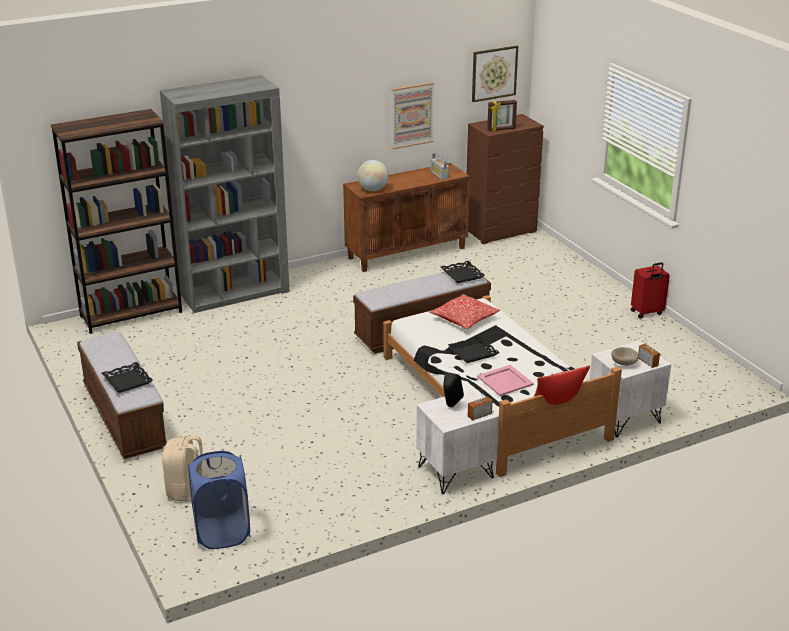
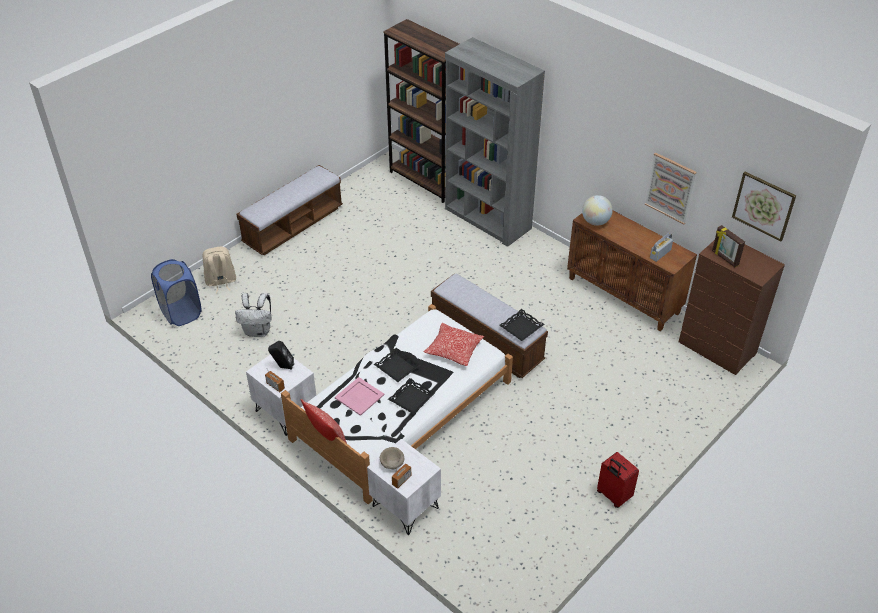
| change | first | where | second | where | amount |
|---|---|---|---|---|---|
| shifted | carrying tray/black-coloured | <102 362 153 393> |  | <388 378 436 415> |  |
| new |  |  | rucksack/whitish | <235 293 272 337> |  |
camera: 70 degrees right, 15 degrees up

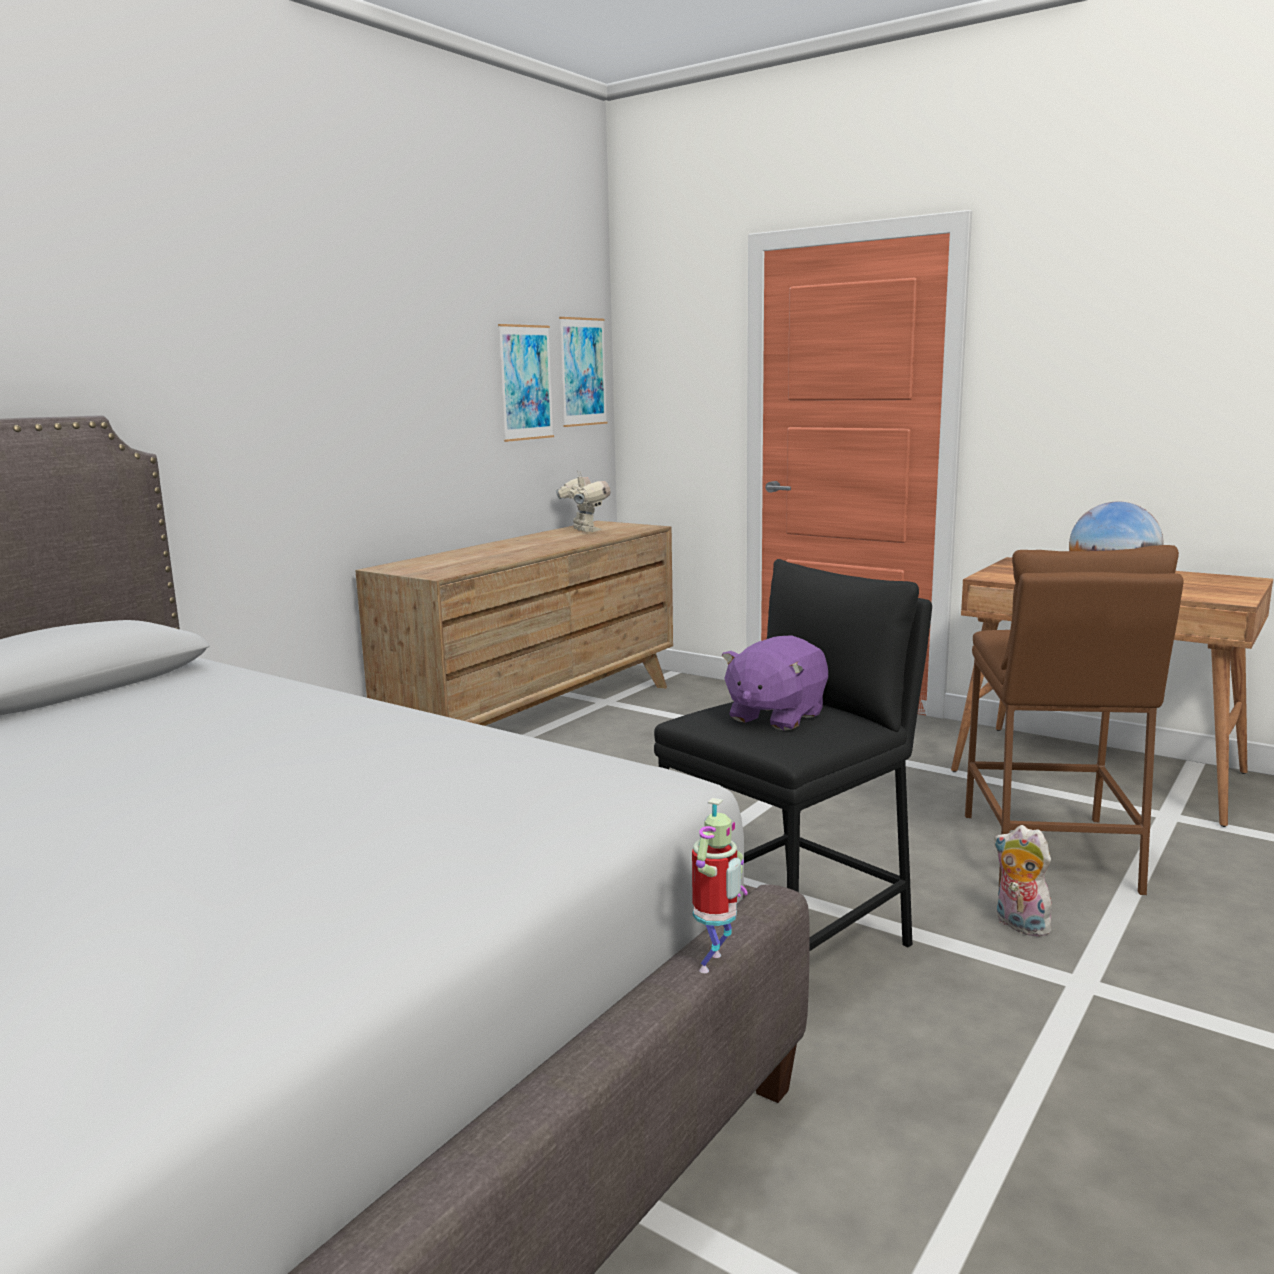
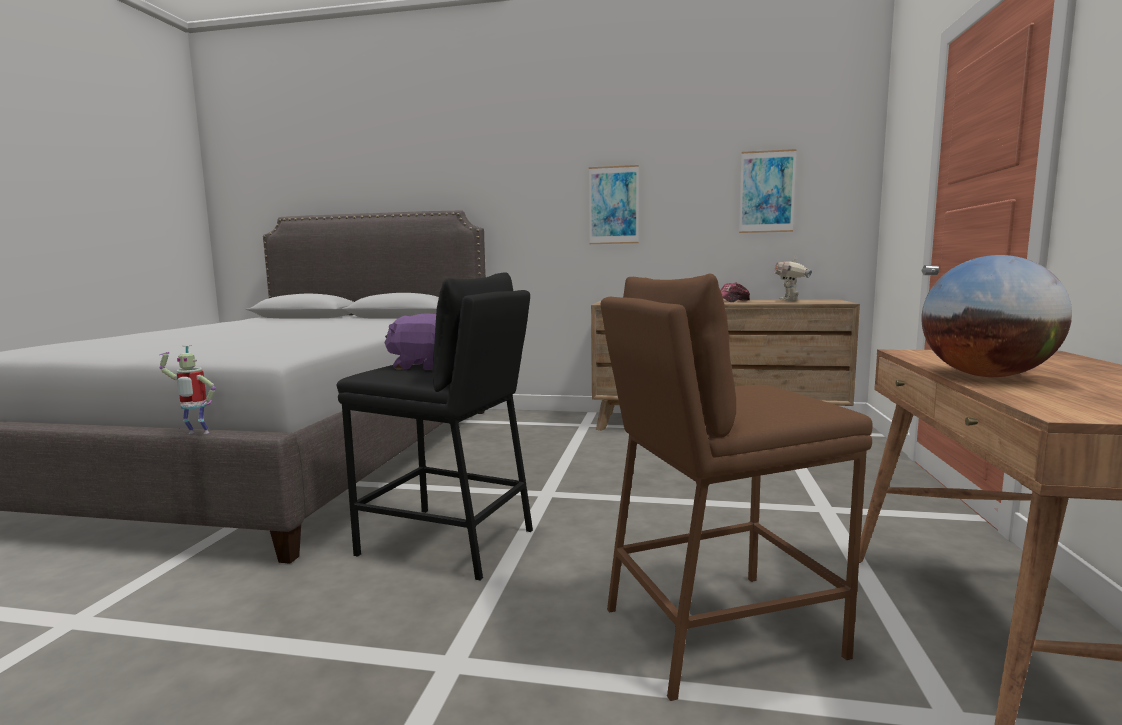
| change | first | where | second | where | amount |
|---|---|---|---|---|---|
| rotated | robot figure | <556 471 610 532> |  | <774 257 812 301> | 150 degrees clockwise |
| shifted | picture | <559 317 607 427> |  | <589 165 639 244> |  |
| gone | soft toy | <994 825 1054 937> |  |  |  |
| new |  |  | peaked cap | <721 282 750 302> |  |
camera: 65 degrees right, 5 degrees down

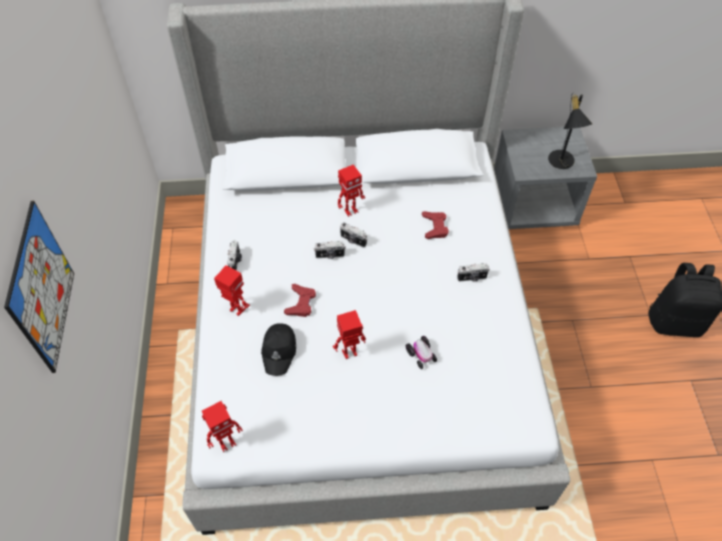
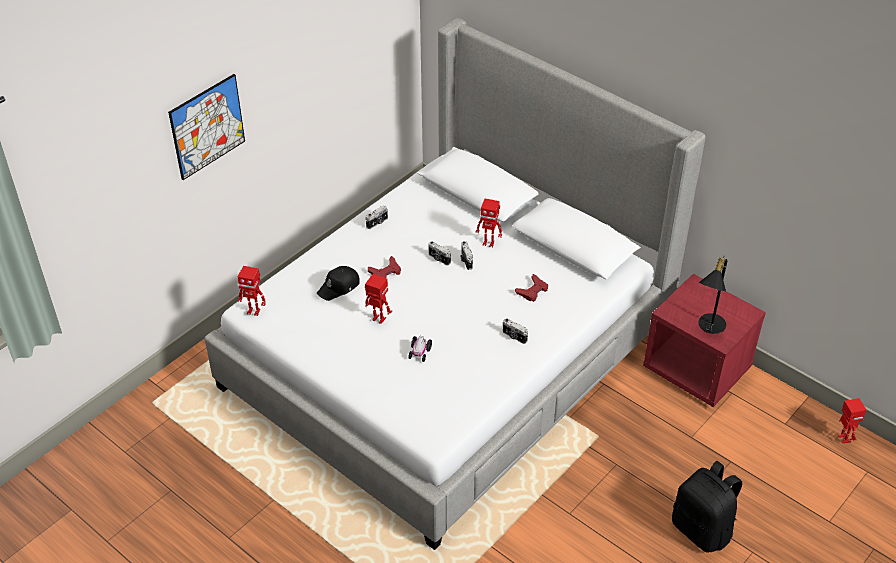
| change | first | where | second | where | amount |
|---|---|---|---|---|---|
| shifted | robot figure | <214 265 250 316> |  | <838 398 866 444> |  |
| repainted | bedside table/greyish | <494 127 597 229> | bedside table/red-coloured | <643 274 766 407> |  |
camera: 45 degrees right, 10 degrees down

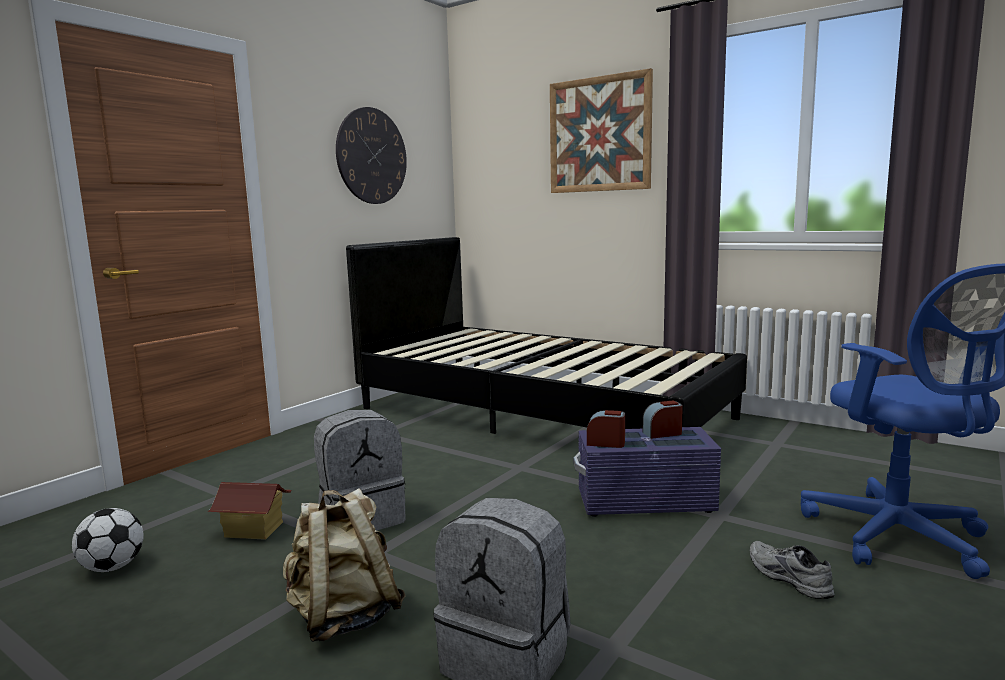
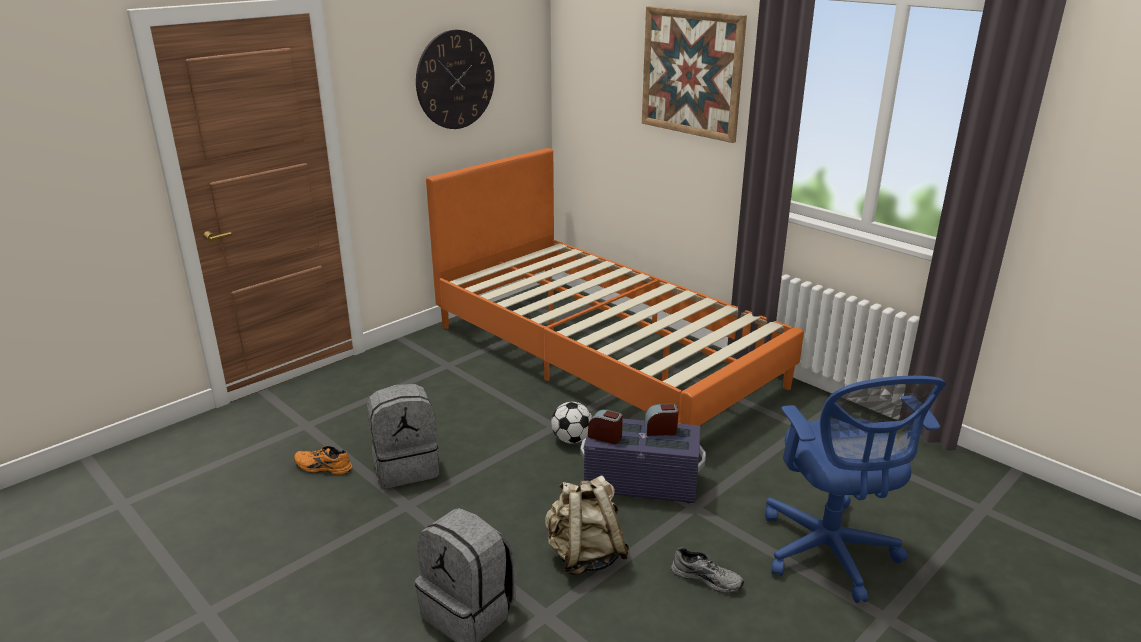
| change | first | where | second | where | amount |
|---|---|---|---|---|---|
| shifted | football ball | <72 508 144 572> |  | <551 402 592 444> |  |
| swapped | model house | <207 482 291 540> | item of footwear/orange | <294 446 353 475> |  |
| shifted | rucksack/beige | <283 489 406 642> |  | <545 475 630 575> |  |
| repainted | bedroom bed/black-coloured | <346 237 747 434> | bedroom bed/orange | <426 148 804 426> |  |
| rotated | item of footwear/greyish | <750 541 834 599> |  | <671 547 744 593> | 135 degrees clockwise |
camera: 10 degrees right, 15 degrees up

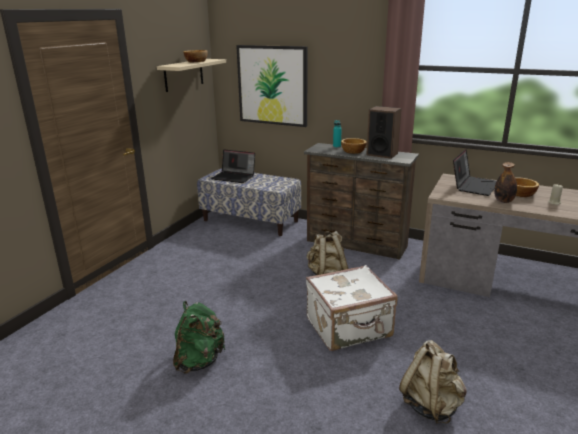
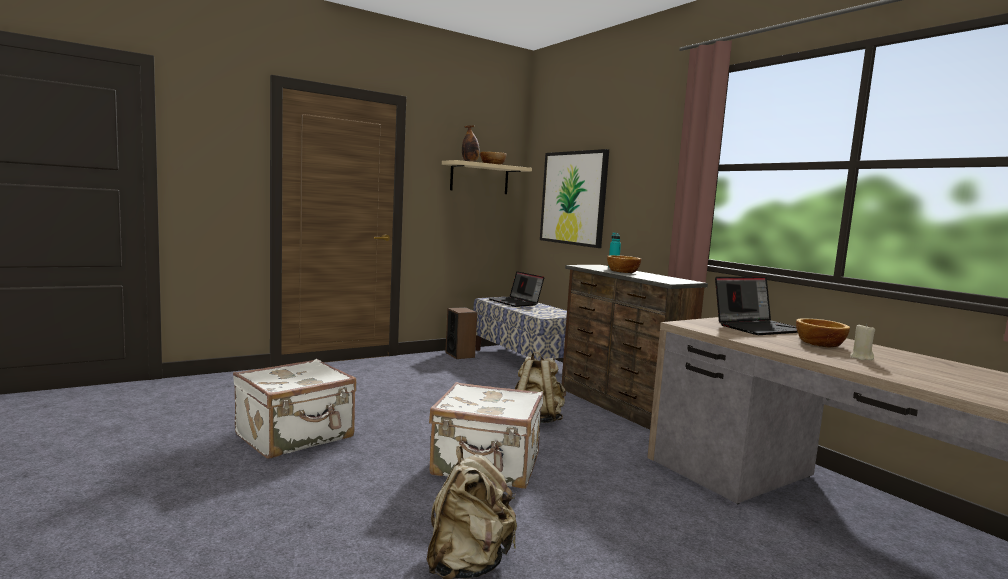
| change | first | where | second | where | amount |
|---|---|---|---|---|---|
| swapped | rucksack/greenish | <173 301 226 374> | piece of luggage/whitish | <233 359 356 459> |  |
| shifted | loudspeaker | <366 106 402 159> |  | <445 307 477 359> |  |
| shifted | drink bottle | <494 162 517 203> |  | <462 125 480 162> |  |
camera: 30 degrees right, 15 degrees down

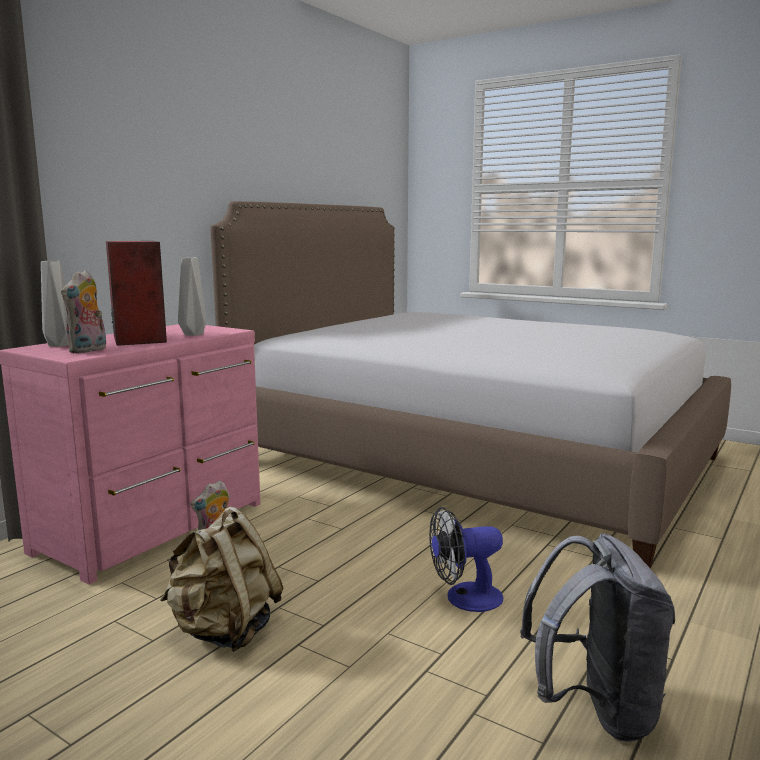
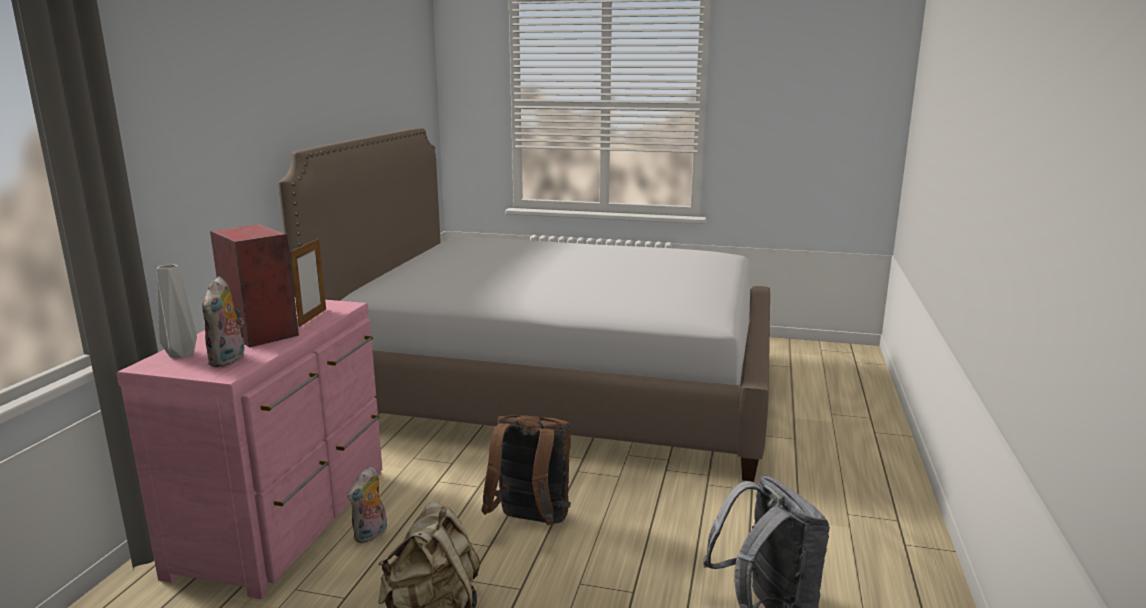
| change | first | where | second | where | amount |
|---|---|---|---|---|---|
| swapped | flower vase/greyish | <178 258 206 336> | picture frame | <290 238 326 327> |  |
| gone | fan | <429 507 503 612> |  |  |  |
| new |  |  | rucksack/brownish | <481 415 571 525> |  |
camera: 20 degrees left, 5 degrees up

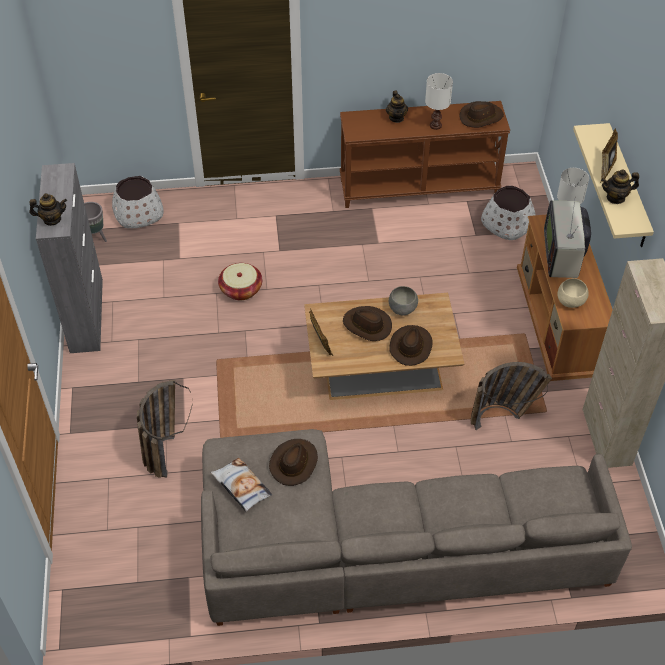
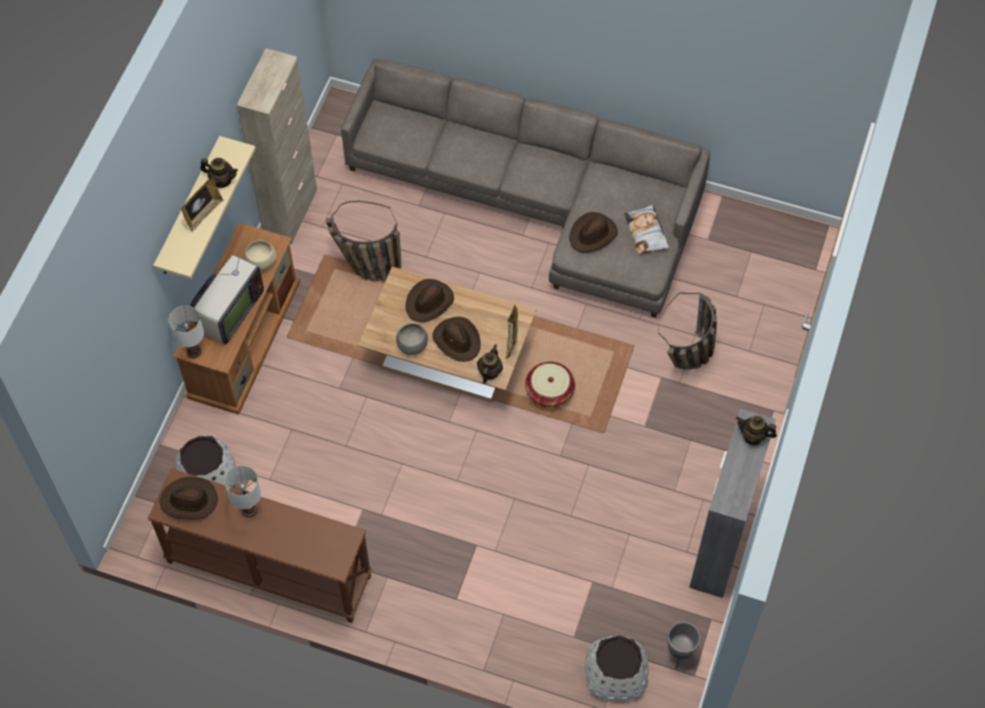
| change | first | where | second | where | amount |
|---|---|---|---|---|---|
| shifted | household basket | <218 263 262 301> |  | <525 362 575 407> |  |
| shifted | teapot | <386 91 408 123> |  | <477 344 503 383> |  |
camera: 155 degrees left, 10 degrees up

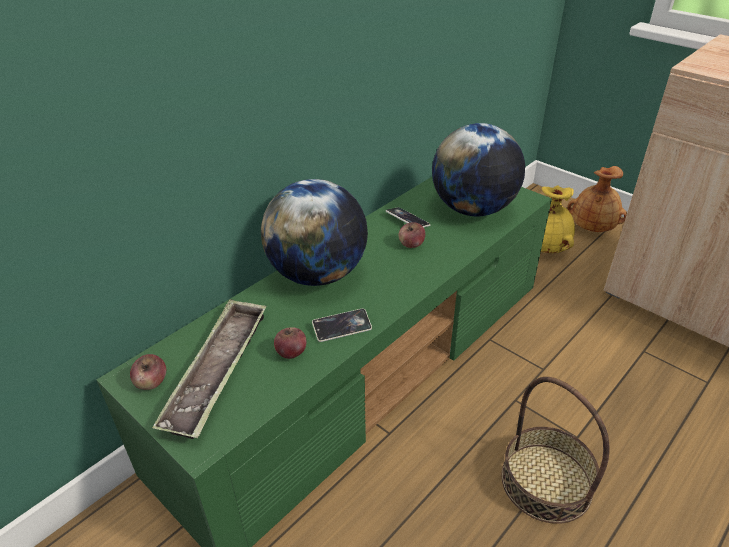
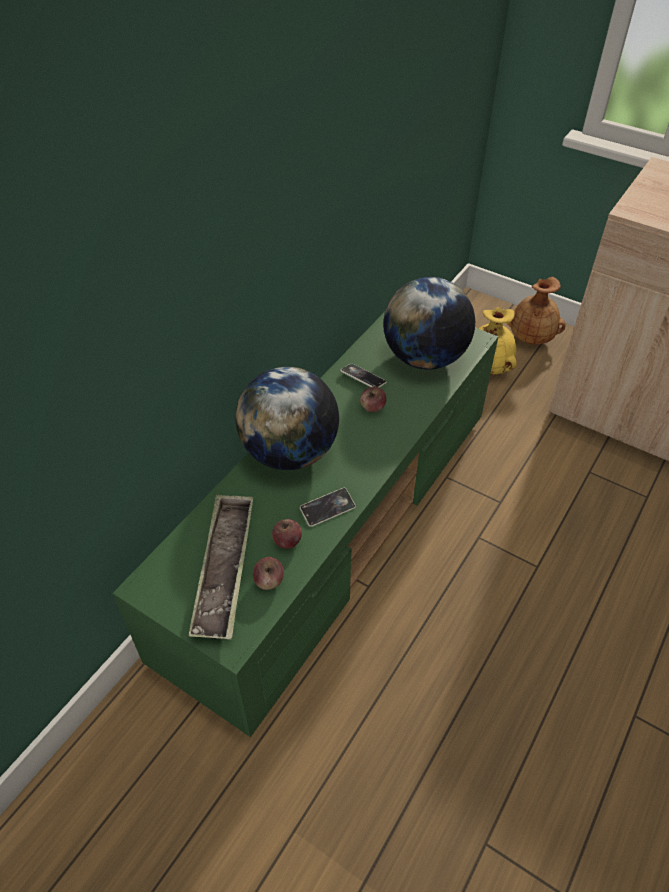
| change | first | where | second | where | amount |
|---|---|---|---|---|---|
| shifted | apple | <130 354 166 390> |  | <253 557 284 590> |  |
| gone | household basket | <501 377 610 524> |  |  |  |
camera: 10 degrees left, 10 degrees up

